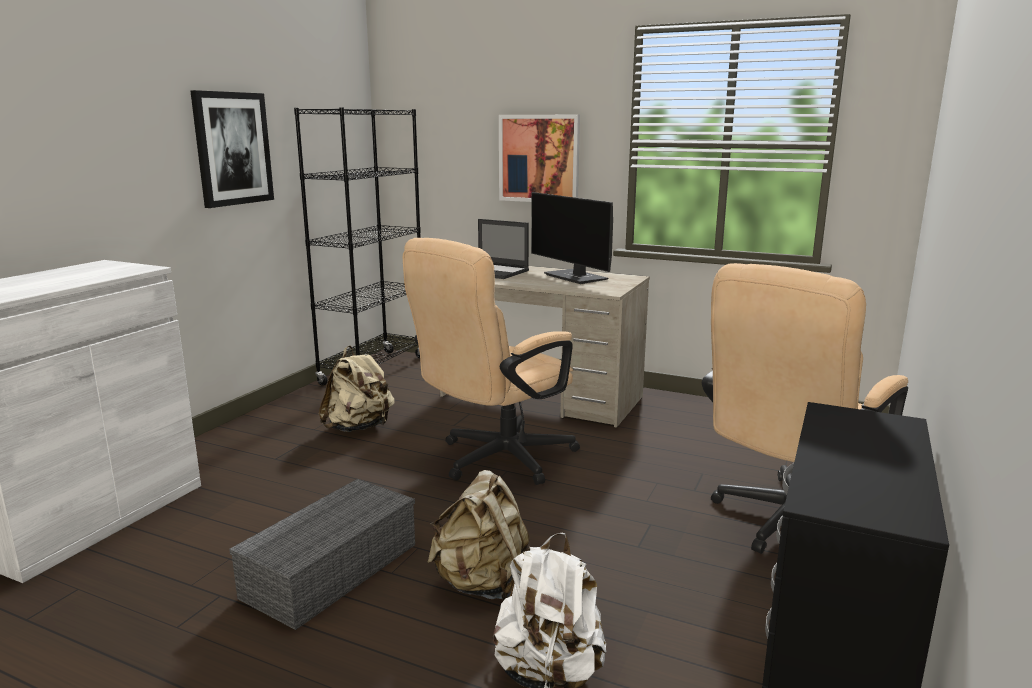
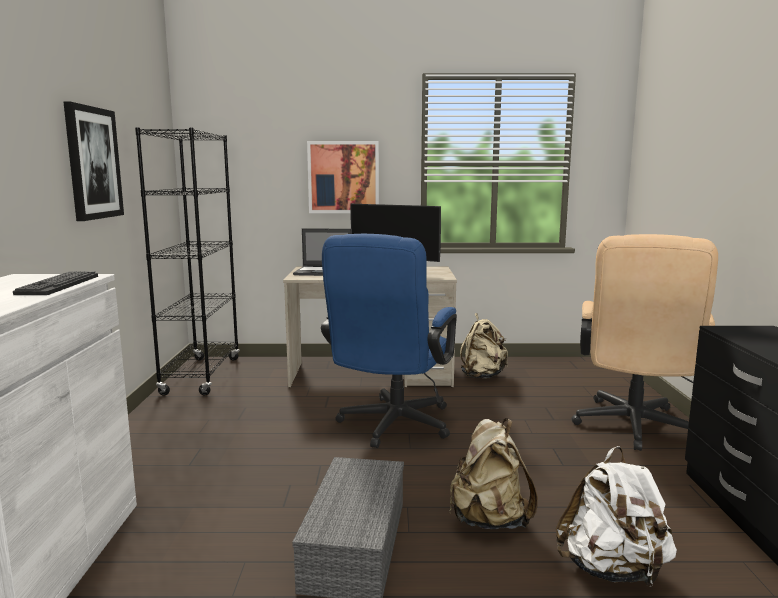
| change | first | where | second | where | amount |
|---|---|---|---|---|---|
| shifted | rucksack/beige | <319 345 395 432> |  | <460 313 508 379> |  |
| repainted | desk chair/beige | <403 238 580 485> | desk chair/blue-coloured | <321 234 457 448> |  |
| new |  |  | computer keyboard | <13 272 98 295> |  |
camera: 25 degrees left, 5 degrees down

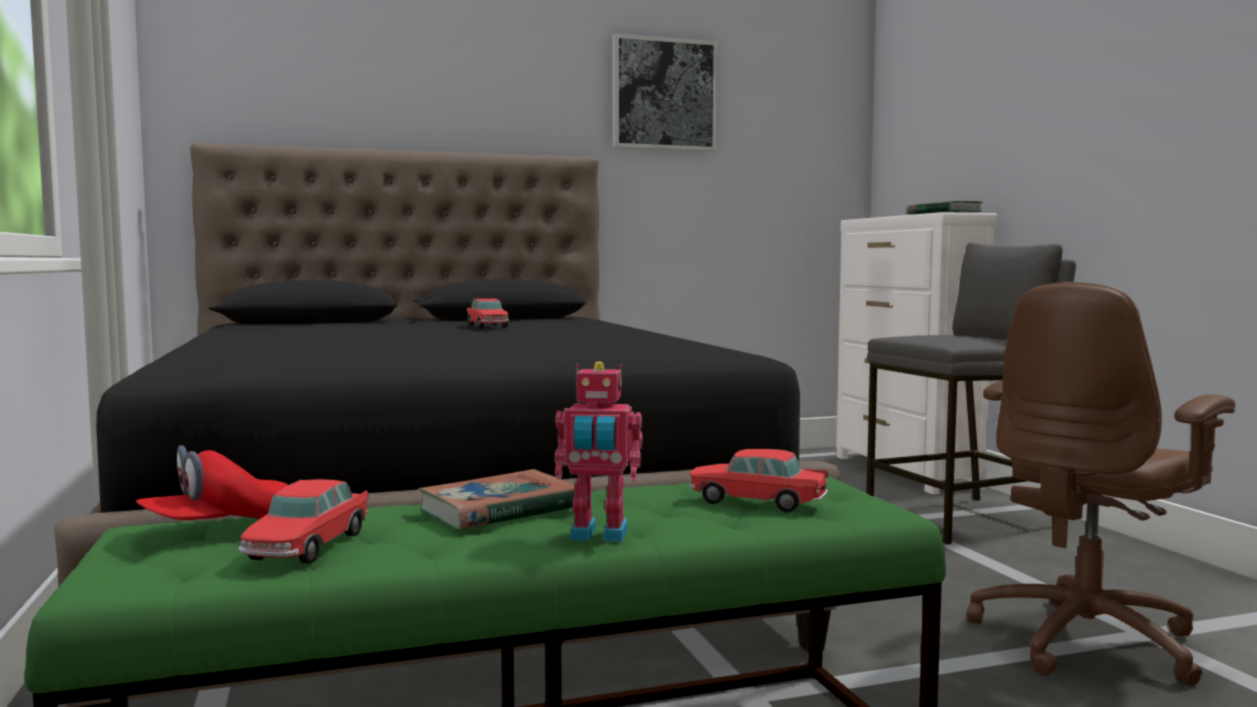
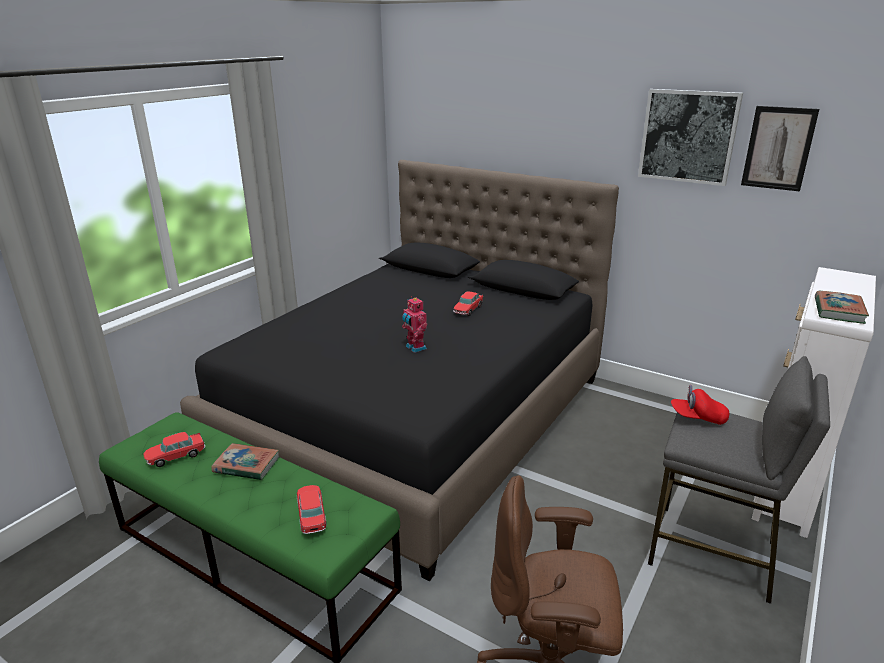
| change | first | where | second | where | amount |
|---|---|---|---|---|---|
| shifted | peaked cap/red-coloured | <135 445 289 520> |  | <671 385 729 425> |  |
| shifted | robot figure | <555 362 643 542> |  | <402 296 427 353> |  |
| new |  |  | picture | <741 106 819 191> |  |
camera: 50 degrees right, 20 degrees up

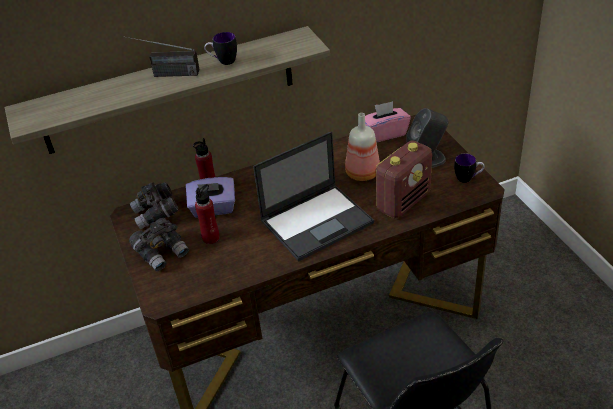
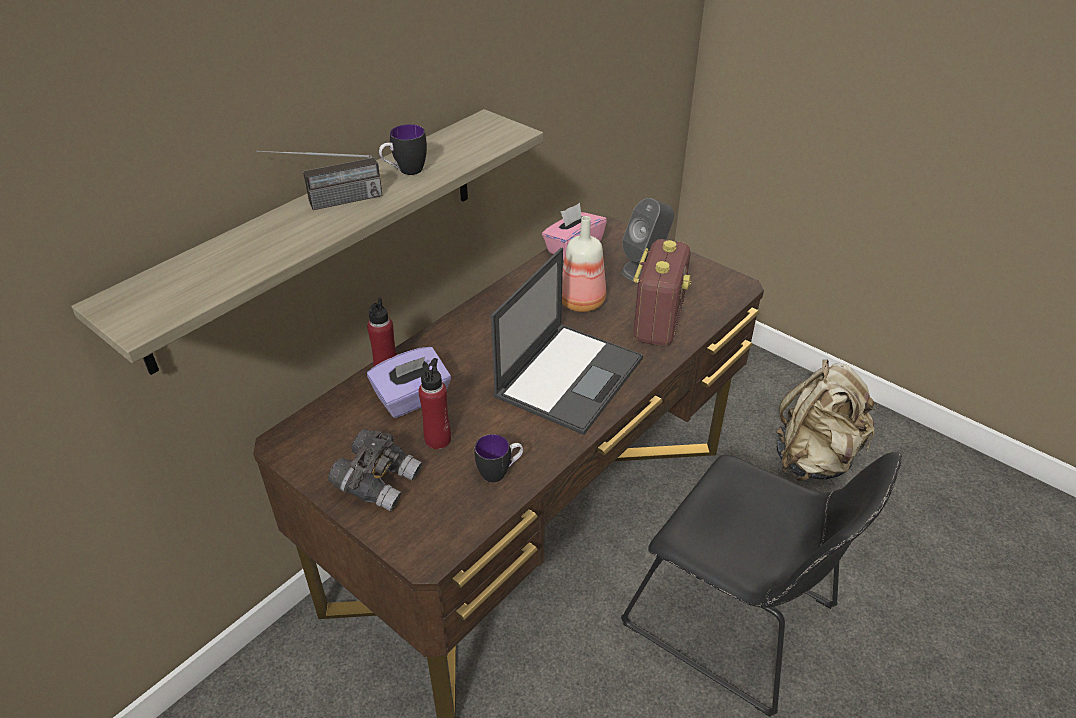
| change | first | where | second | where | amount |
|---|---|---|---|---|---|
| gone | field glasses/greyish | <130 182 178 229> |  |  |  |
| shifted | mug | <454 153 485 183> |  | <475 434 523 483> |  |
| new |  |  | rucksack/beige | <777 360 878 481> |  |
camera: 30 degrees left, 0 degrees up

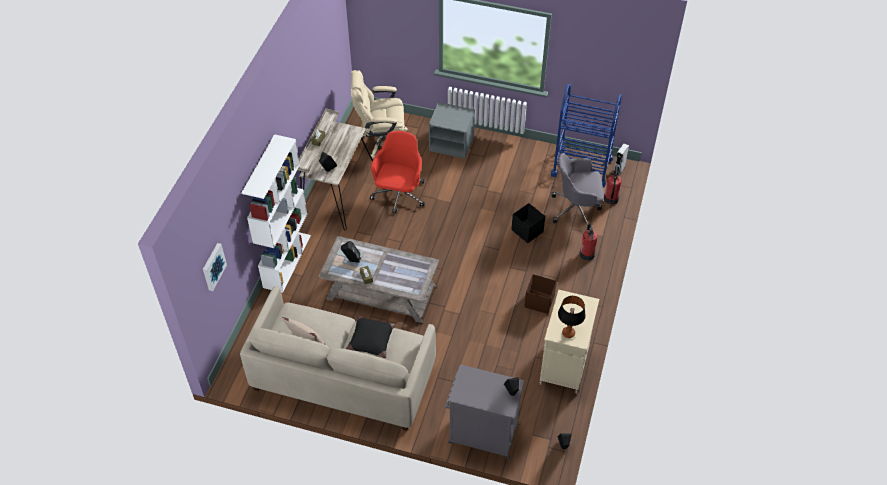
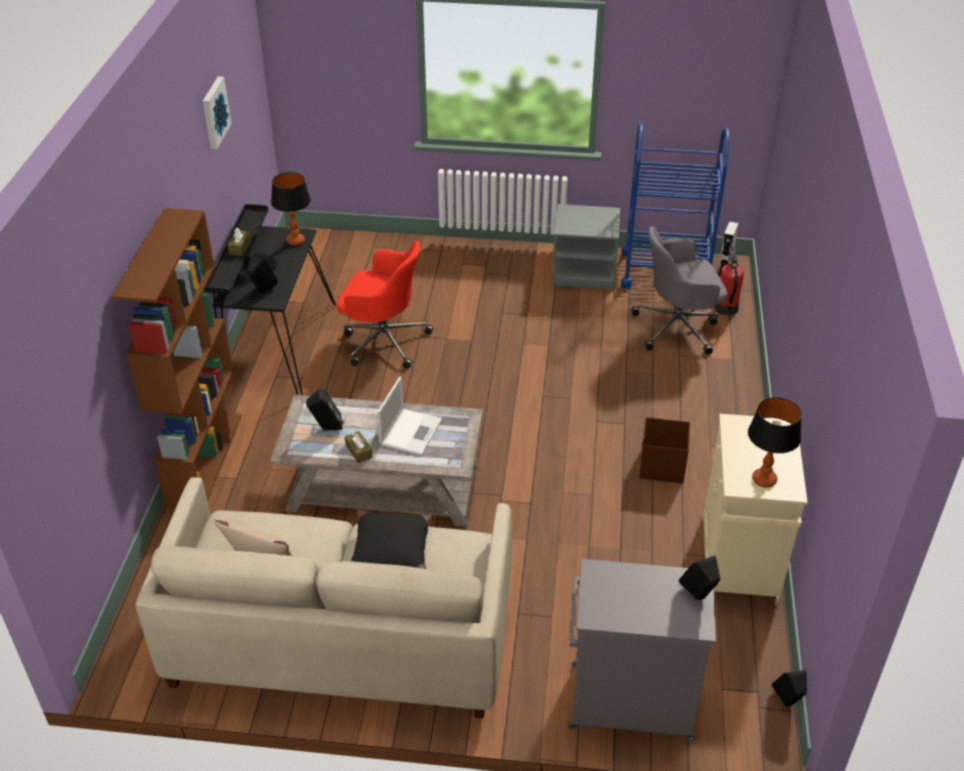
| change | first | where | second | where | amount |
|---|---|---|---|---|---|
| shifted | picture | <203 243 227 291> |  | <203 76 231 149> |  |
| repainted | shelving unit/whitish | <242 134 311 293> | shelving unit/brownish | <111 208 242 508> |  |
| repainted | desk/beige | <298 109 373 231> | desk/black-coloured | <204 204 336 395> |  |
| gone | desk chair/beige | <351 70 408 159> |  |  |  |
| rotated | desk chair/red-coloured | <370 131 425 213> |  | <337 240 434 369> | 105 degrees clockwise |
| shifted | bedside table/greyish | <429 102 475 159> |  | <552 204 620 289> |  |
| gone | storage bin/black-coloured | <511 203 545 243> |  |  |  |
| gone | extinguisher | <579 224 598 260> |  |  |  |
| new |  |  | lamp for a table | <271 172 311 246> |  |
| new |  |  | portable computer | <377 377 442 455> |  |
camera: 10 degrees left, 10 degrees down

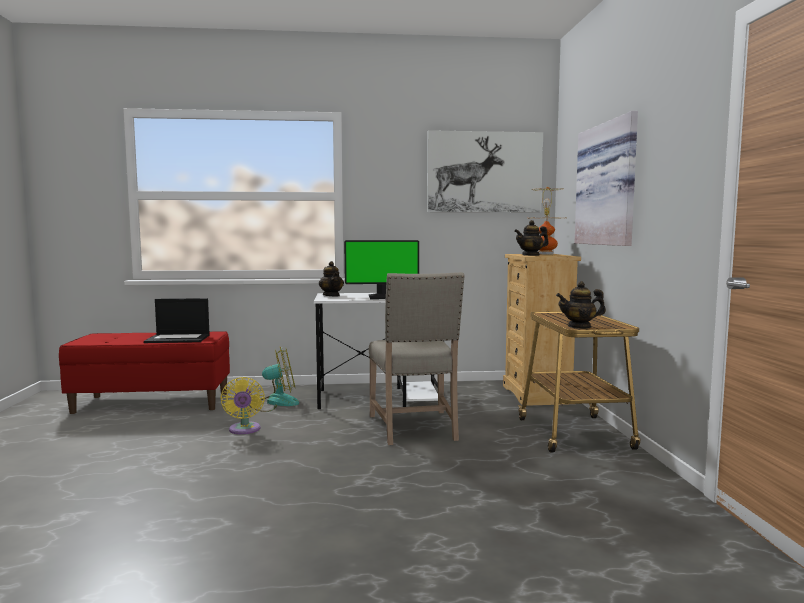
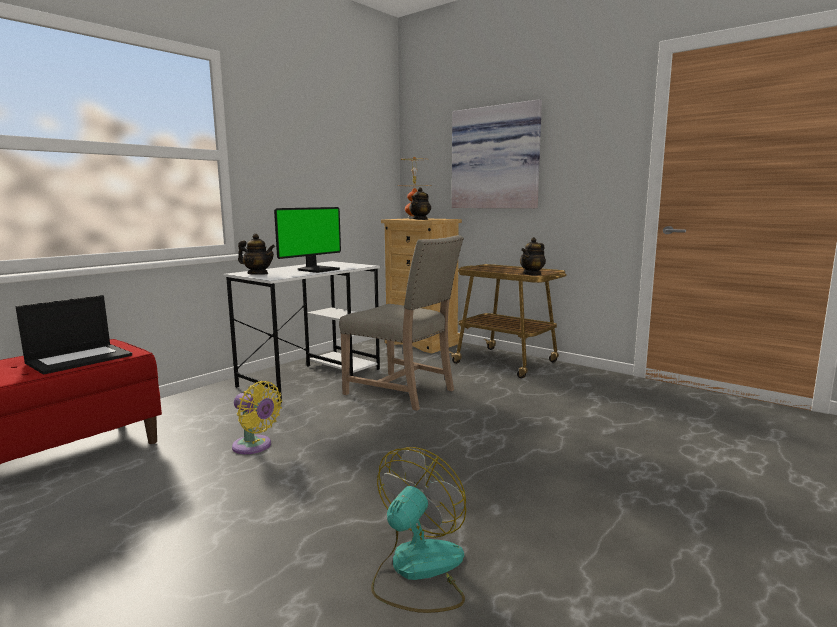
| change | first | where | second | where | amount |
|---|---|---|---|---|---|
| shifted | fan | <249 347 299 412> |  | <371 447 466 613> |  |
| gone | picture | <427 130 543 212> |  |  |  |
camera: 45 degrees left, 5 degrees up

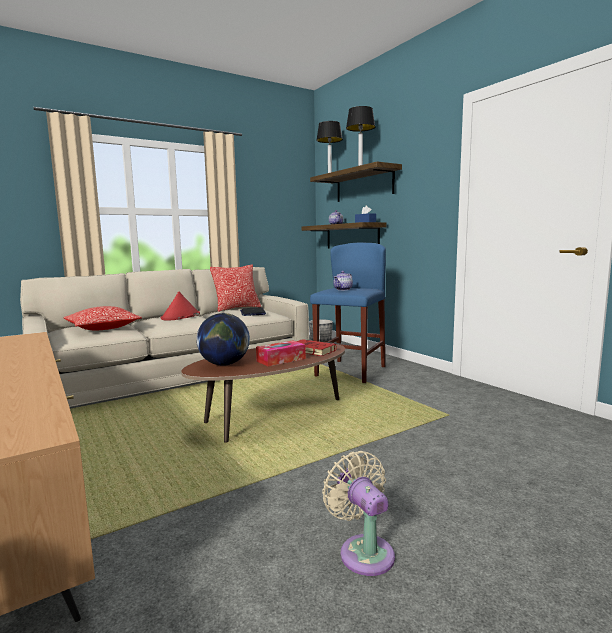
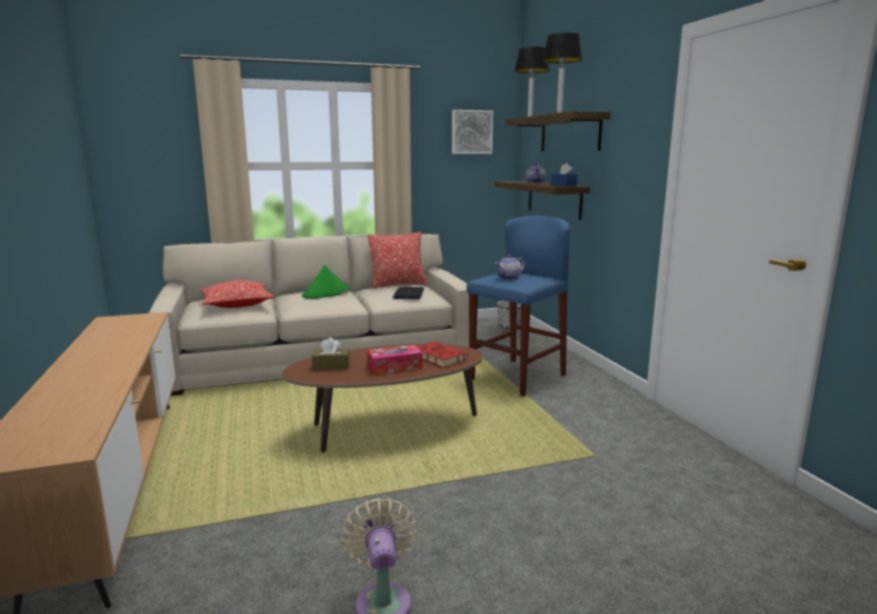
| change | first | where | second | where | amount |
|---|---|---|---|---|---|
| repainted | clothing hat/red-coloured | <161 292 200 321> | clothing hat/greenish | <302 265 350 299> |  |
| swapped | world globe | <196 313 250 366> | tissue holder/brownish | <312 338 350 371> |  |
| new |  |  | picture | <452 110 493 154> |  |
camera: 15 degrees right, 5 degrees up

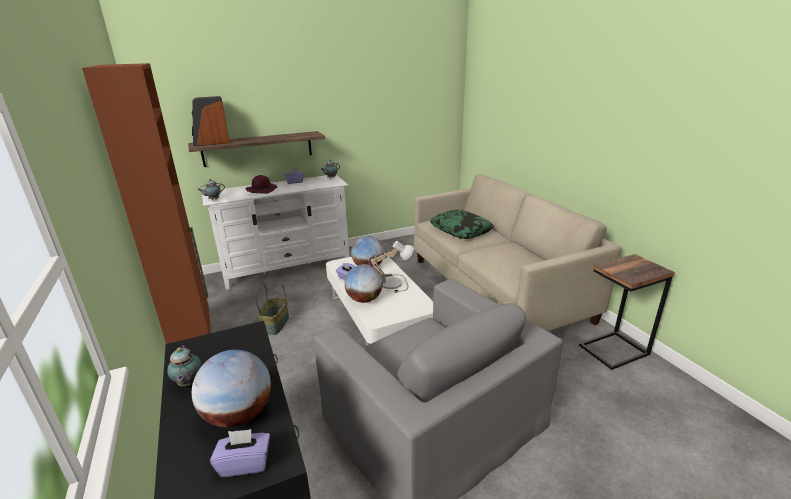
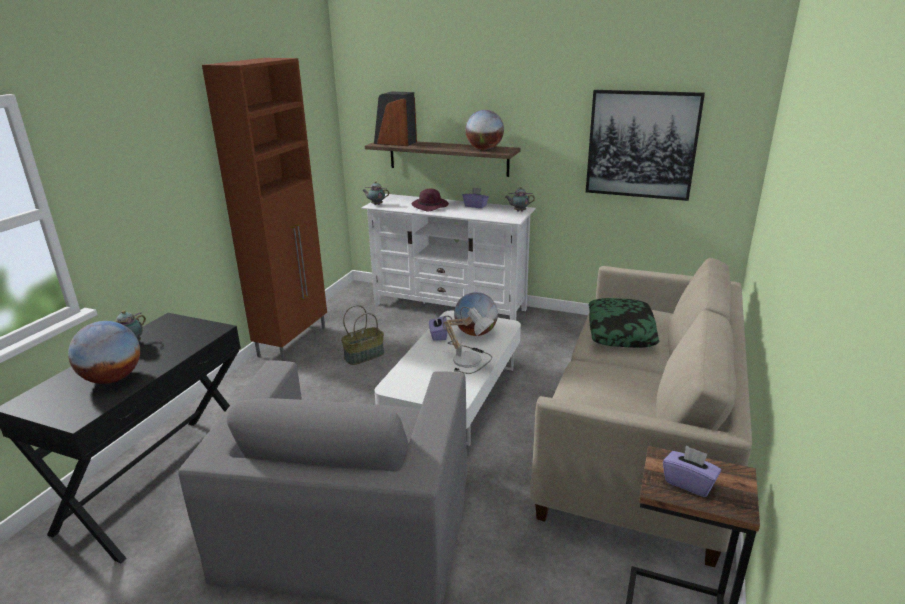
| change | first | where | second | where | amount |
|---|---|---|---|---|---|
| shifted | tissue holder/purple | <210 429 270 477> |  | <663 445 721 497> |  |
| shifted | world globe | <344 264 383 303> |  | <465 110 504 150> |  |
| new |  |  | picture | <586 90 705 201> |  |
camera: 45 degrees right, 0 degrees up

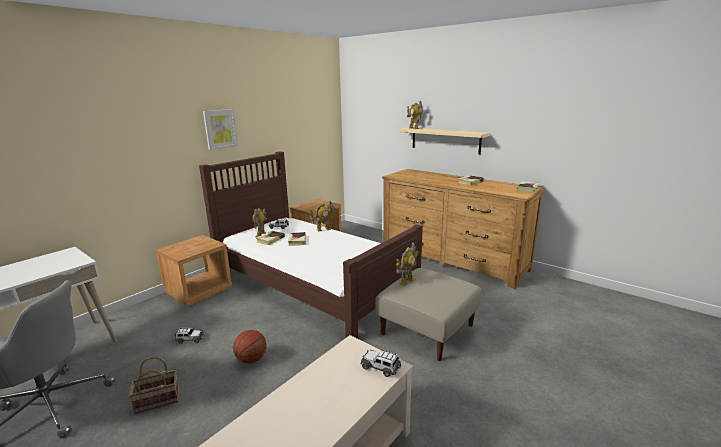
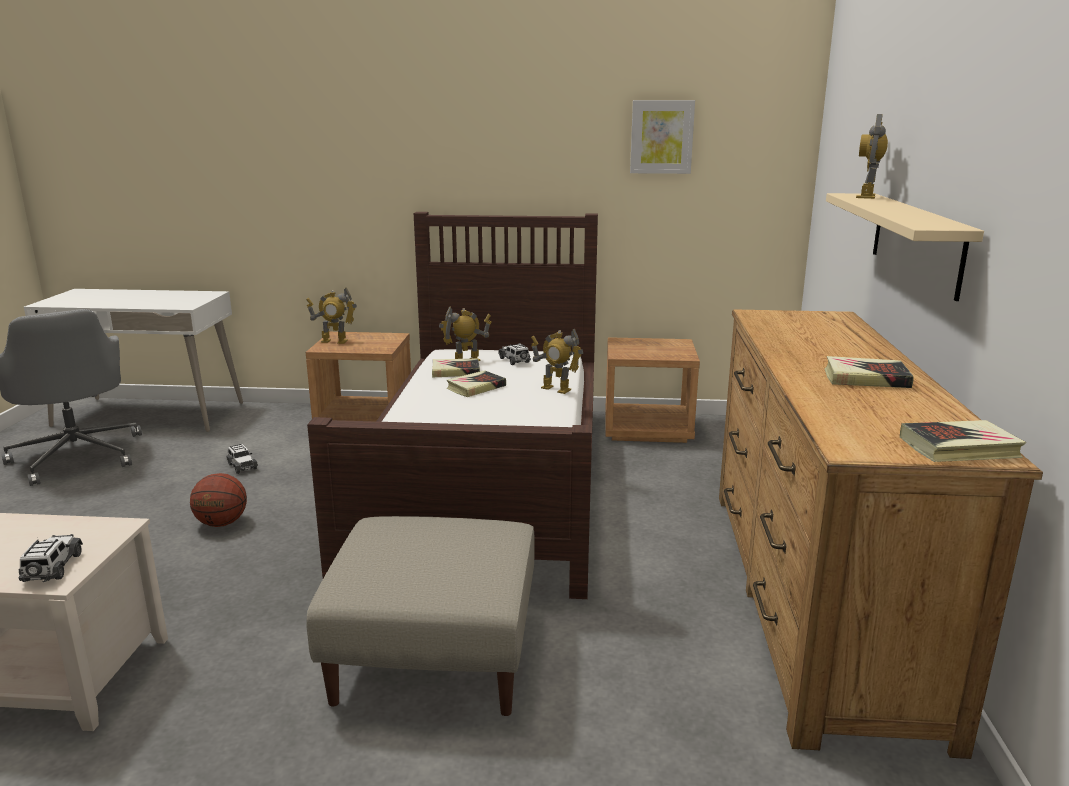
| change | first | where | second | where | amount |
|---|---|---|---|---|---|
| gone | household basket | <129 356 179 414> |  |  |  |
| shifted | picture | <203 109 238 150> |  | <630 100 695 174> |  |
| shifted | robot figure | <396 242 419 286> |  | <306 287 357 344> |  |
camera: 55 degrees right, 0 degrees up

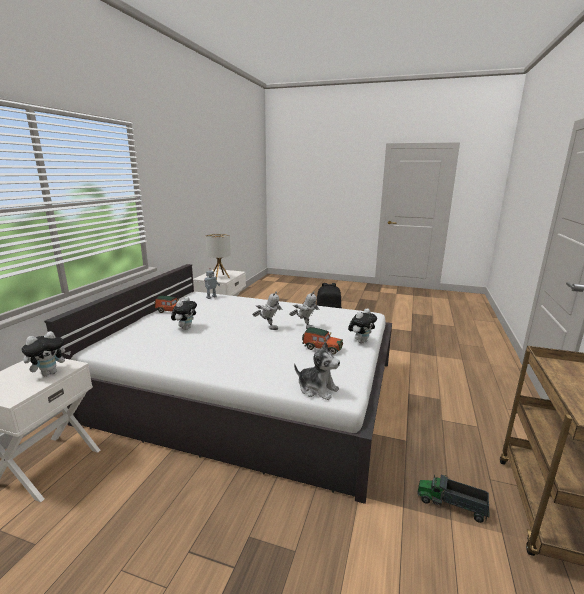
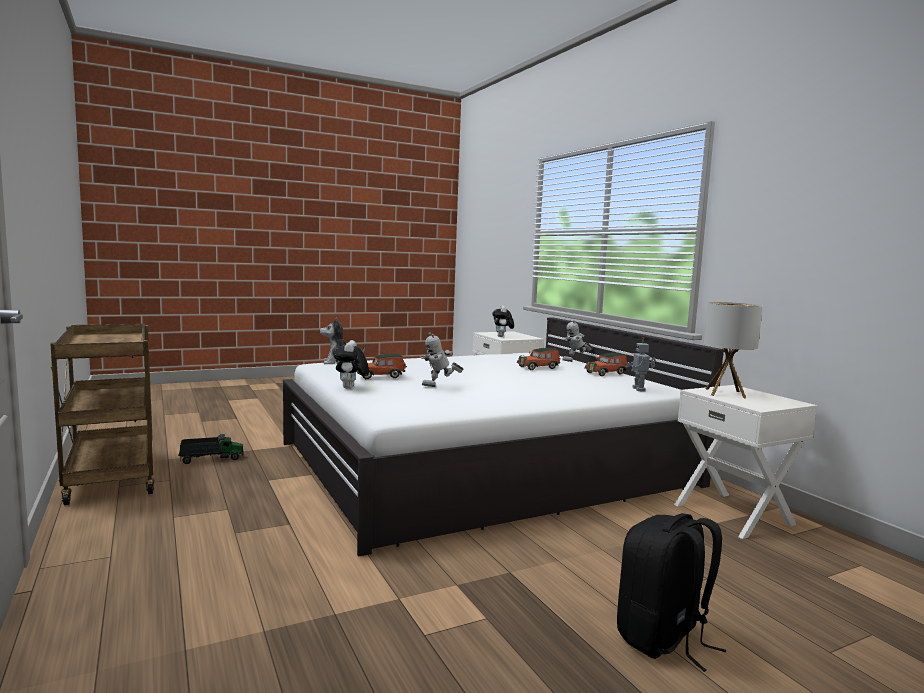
| change | first | where | second | where | amount |
|---|---|---|---|---|---|
| swapped | soft toy | <171 297 197 330> | miniature car | <517 348 561 370> |  |
| shifted | robot figure | <252 291 282 330> |  | <562 320 593 362> |  |
camera: 135 degrees right, 10 degrees down

